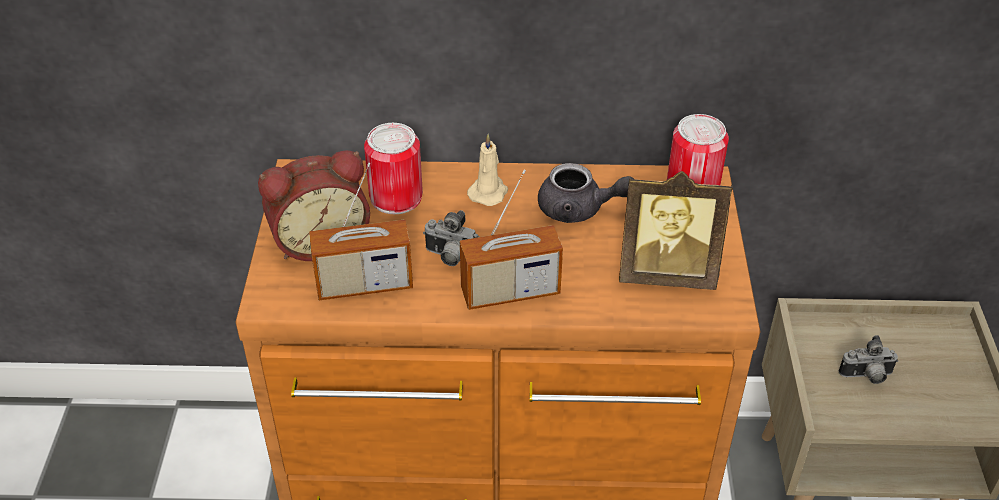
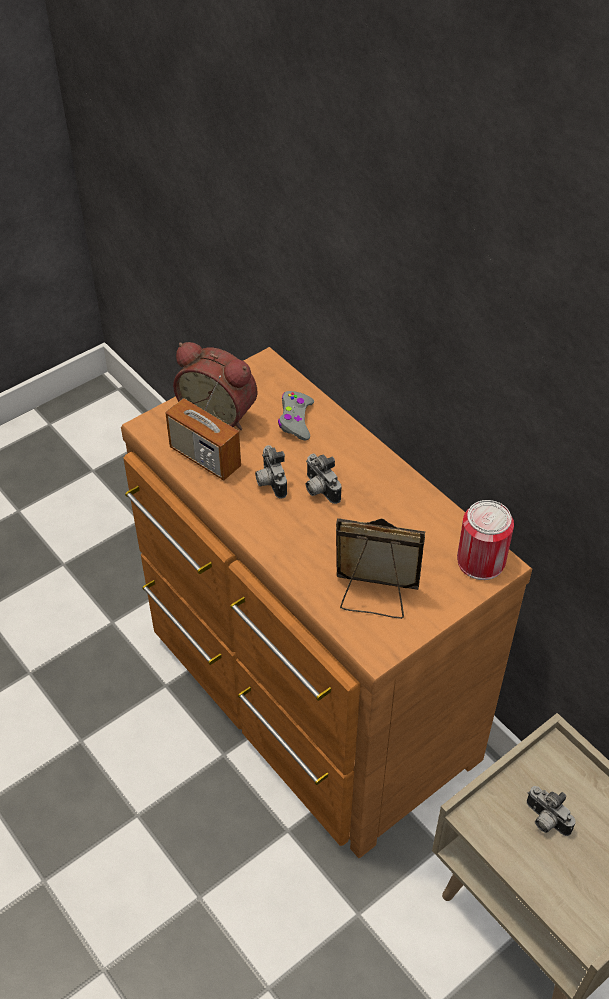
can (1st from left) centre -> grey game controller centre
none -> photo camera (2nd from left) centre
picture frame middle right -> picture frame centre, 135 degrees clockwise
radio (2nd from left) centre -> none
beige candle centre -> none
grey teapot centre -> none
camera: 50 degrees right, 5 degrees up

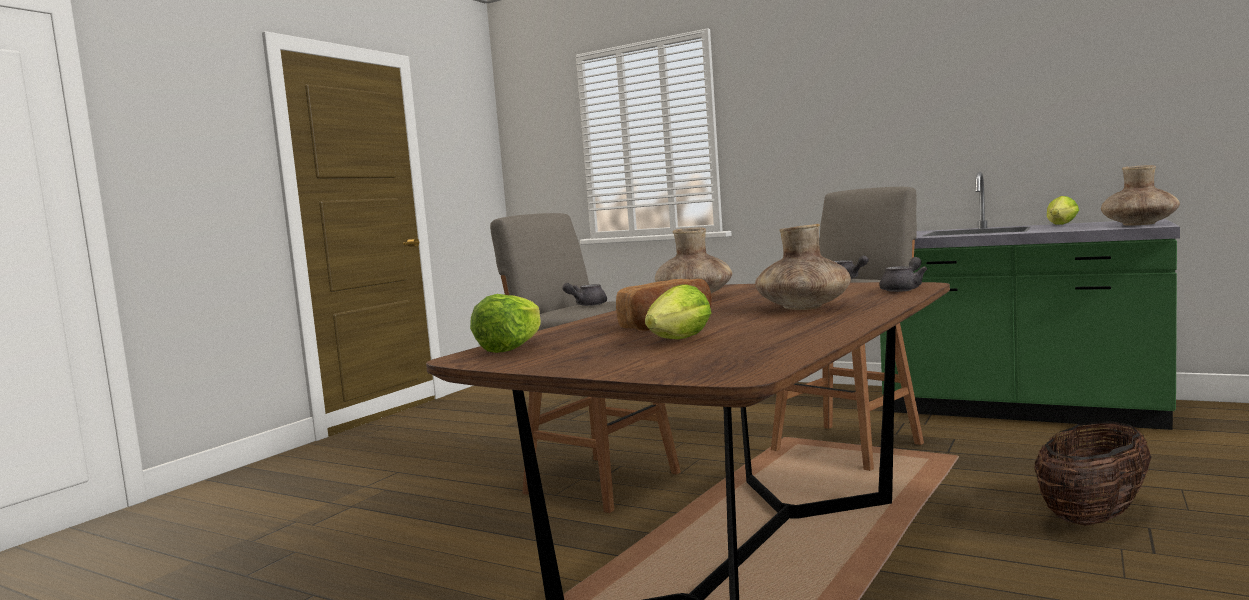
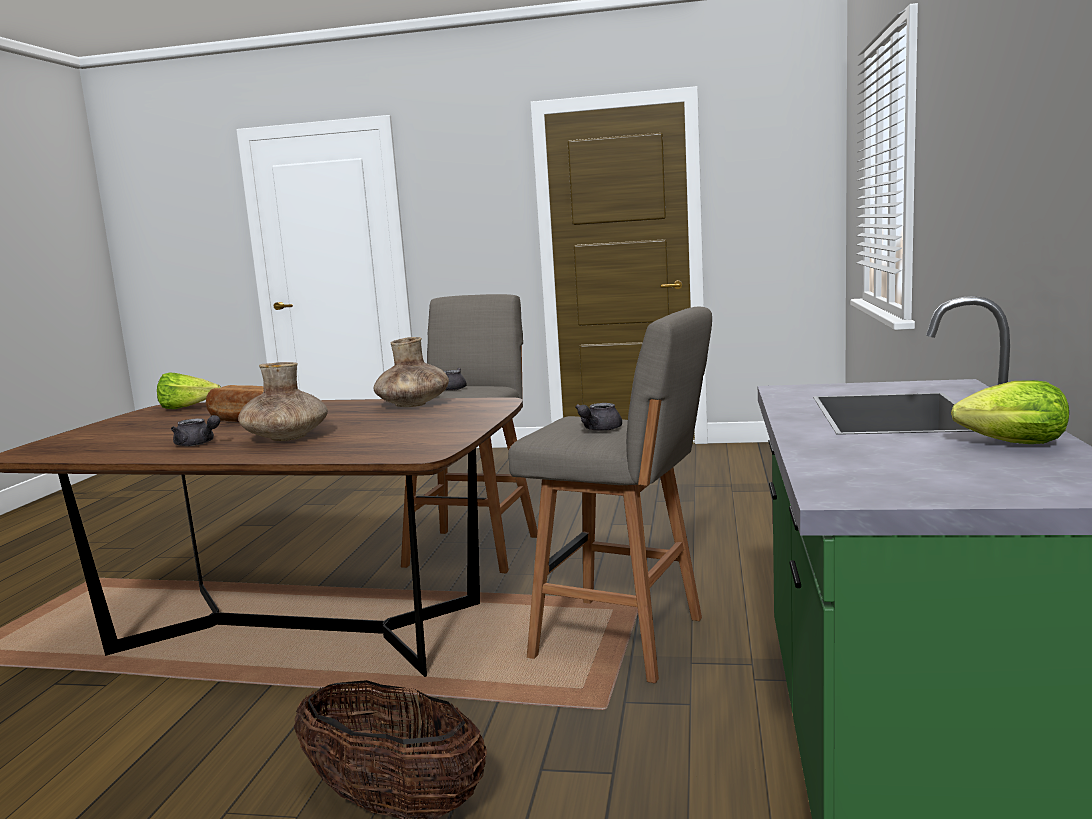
grey teapot (3rd from left in the first image) middle right -> grey teapot (1st from left) middle left, move
lettuce (2nd from left) centre -> none
brown vase (3rd from left) top right -> none
camera: 70 degrees right, 5 degrees up

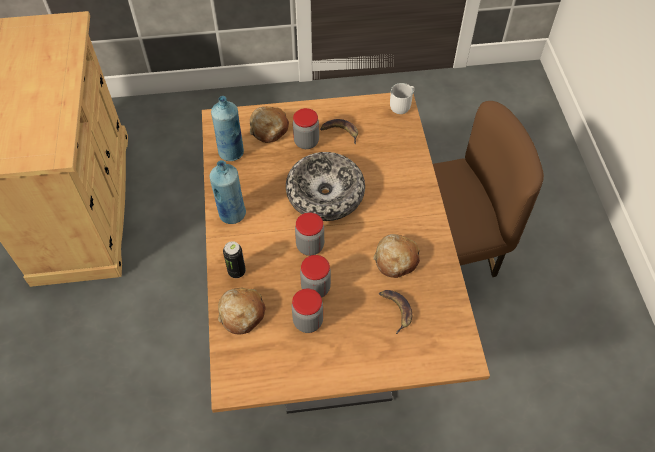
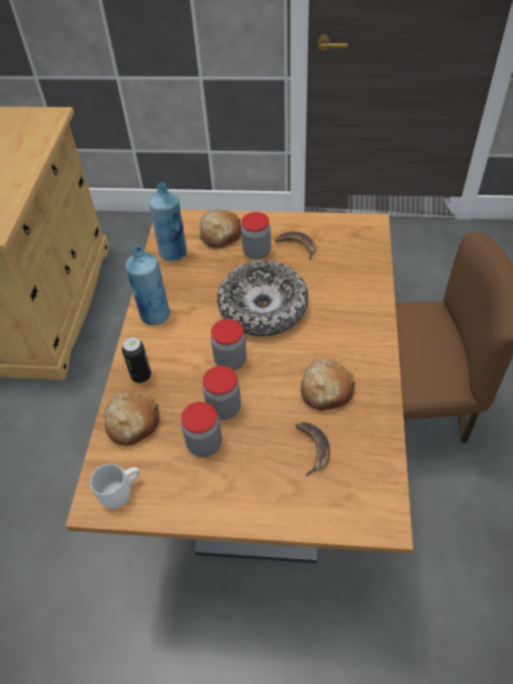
white mug top centre -> white mug bottom left, move
camera: 15 degrees right, 5 degrees down

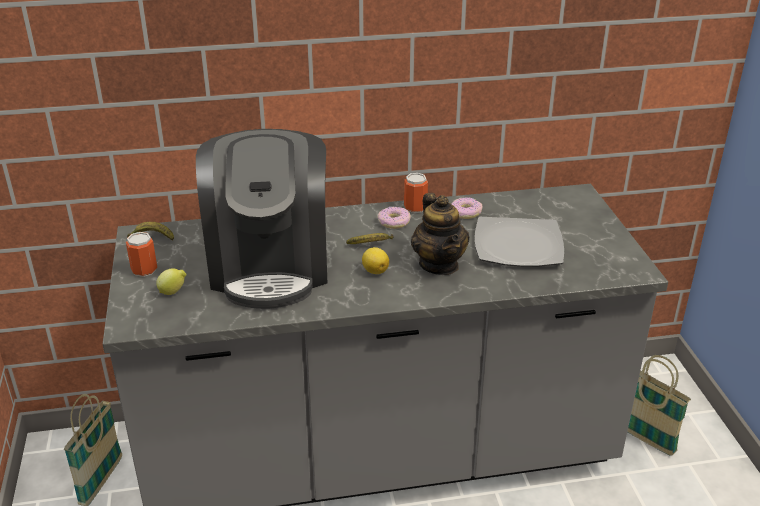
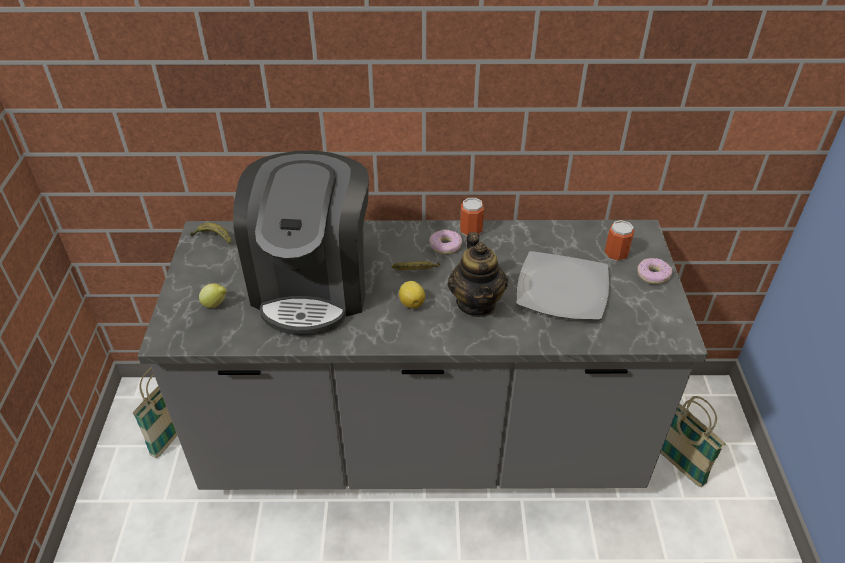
can (1st from left in the first image) middle left -> can (2nd from left) middle right, move
donut (2nd from left) centre -> donut (2nd from left) middle right, move
camera: 10 degrees right, 10 degrees up

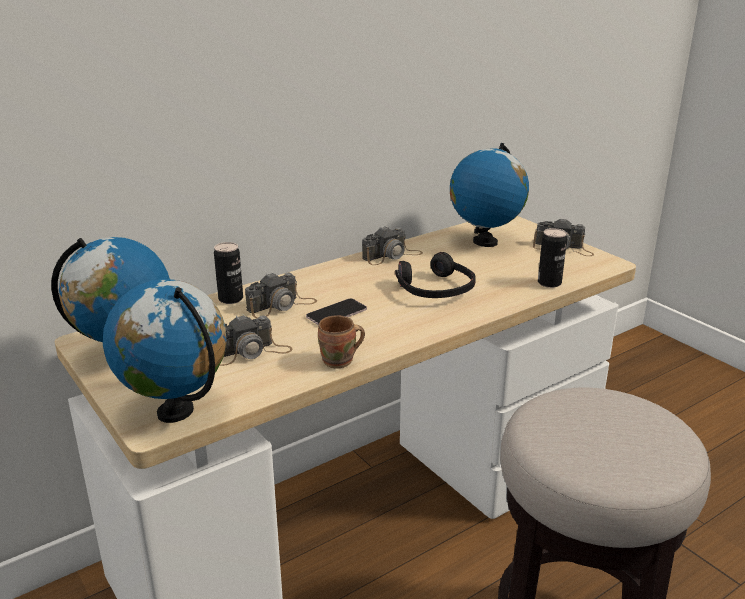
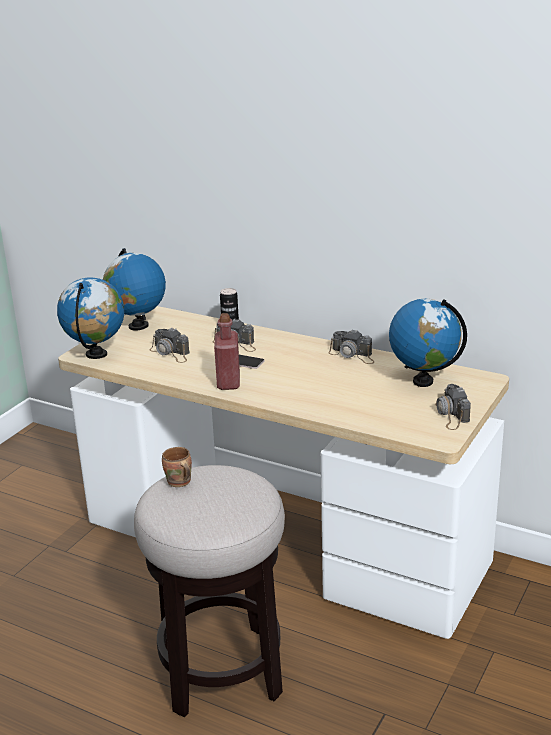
brown mug centre -> brown mug middle left, move
none -> red bottle centre
black headphones centre -> none
can (2nd from left) middle right -> none
camera: 65 degrees right, 0 degrees up

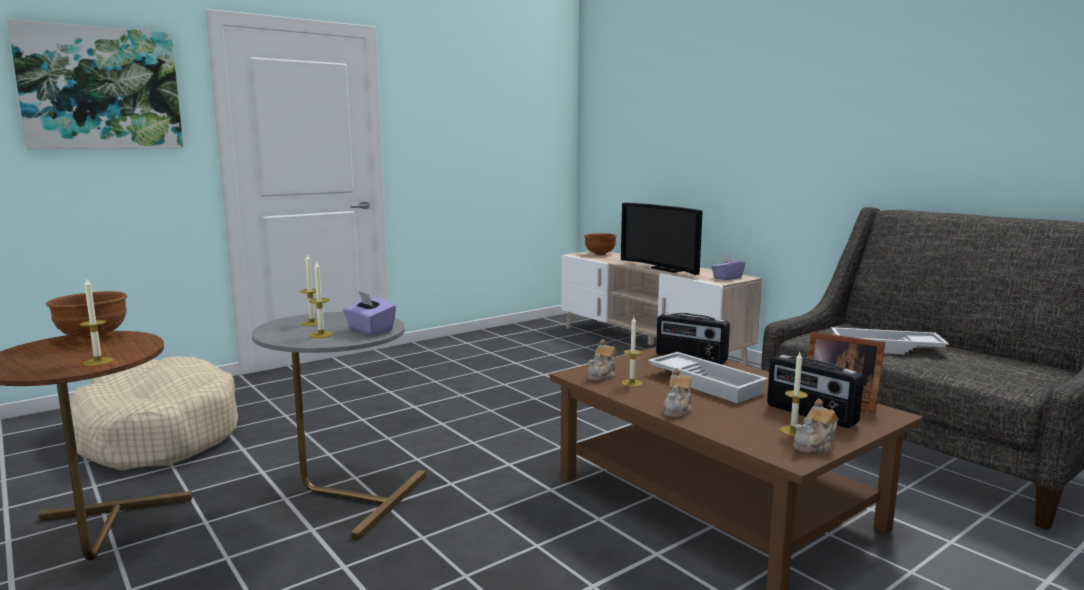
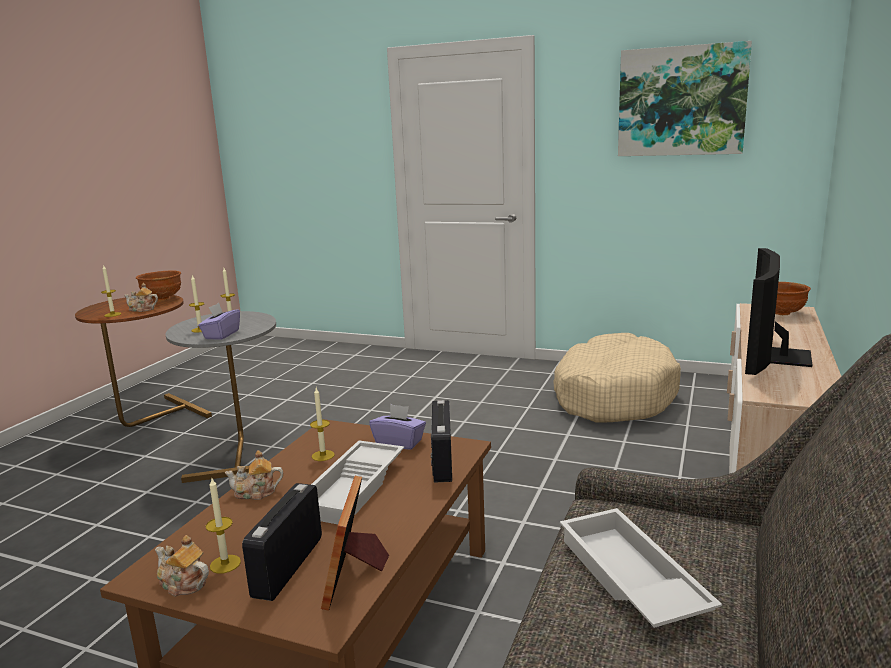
teapot (1st from left) centre -> teapot (1st from left) middle left, move
purple tissue box (2nd from left) middle right -> purple tissue box (2nd from left) centre, move
beige dog bed bottom left -> beige dog bed middle right, move
picture top left -> picture top right, move
camera: 60 degrees right, 5 degrees up

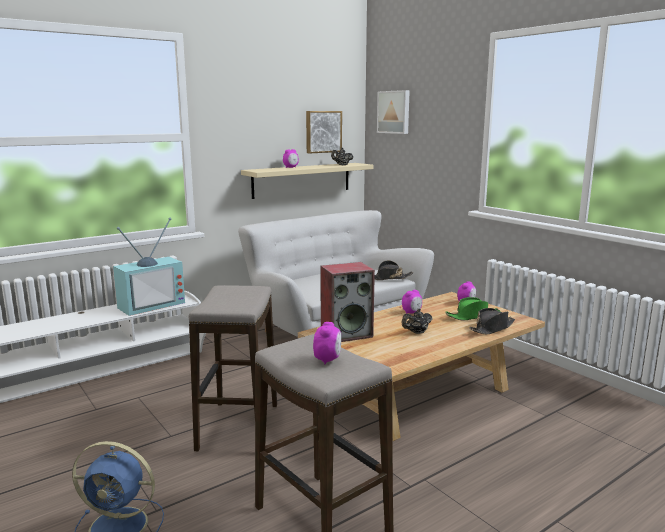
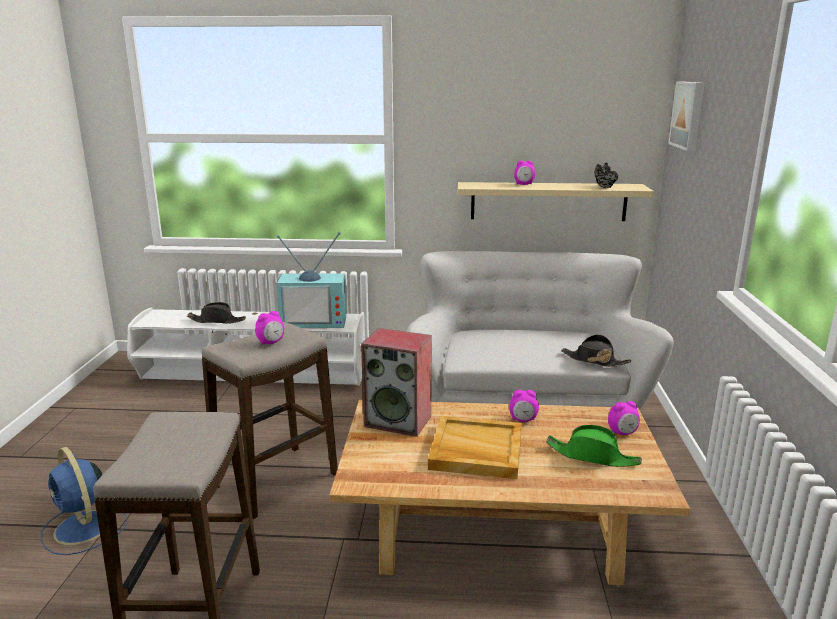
black hat (2nd from left in the first image) middle right -> black hat (1st from left) middle left, move
alarm clock (2nd from left in the first image) centre -> alarm clock (1st from left) middle left, move
black teapot (2nd from left) centre -> beige tray bottom centre
picture (1st from left) top centre -> none
camera: 40 degrees right, 5 degrees up

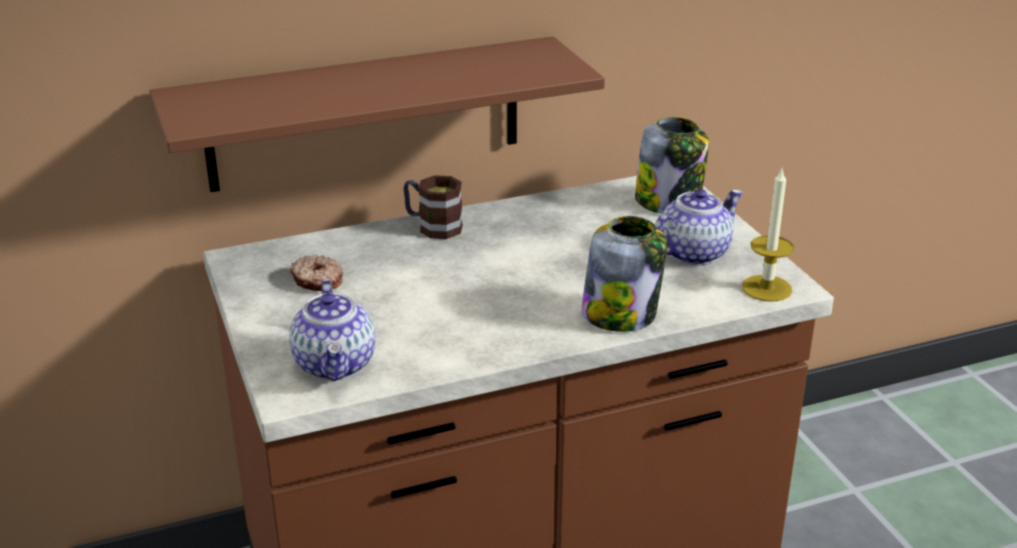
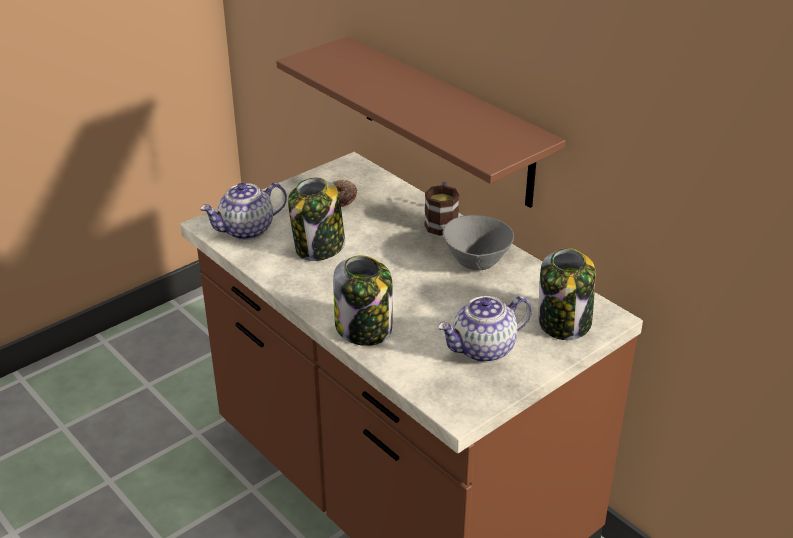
none -> jar (1st from left) centre
teapot (2nd from left) middle right -> teapot (2nd from left) centre, 120 degrees clockwise
none -> grey bowl centre
candle middle right -> none
camera: 70 degrees right, 5 degrees up

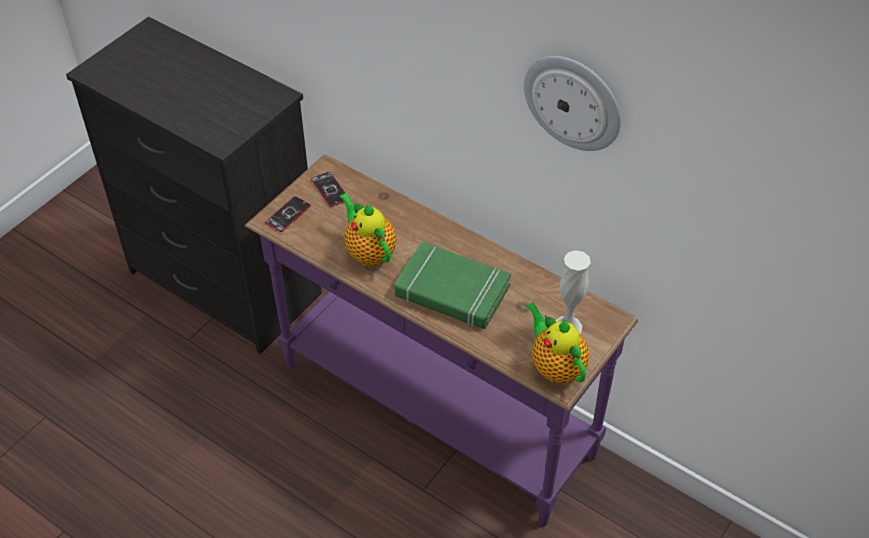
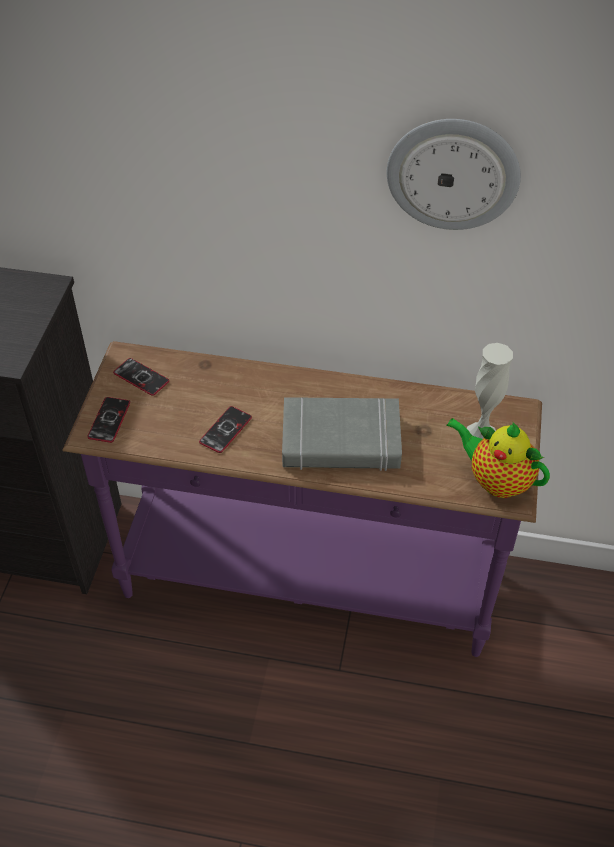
teapot (1st from left) centre -> phone (3rd from left) centre
green book centre -> grey book centre
camera: 25 degrees left, 0 degrees up

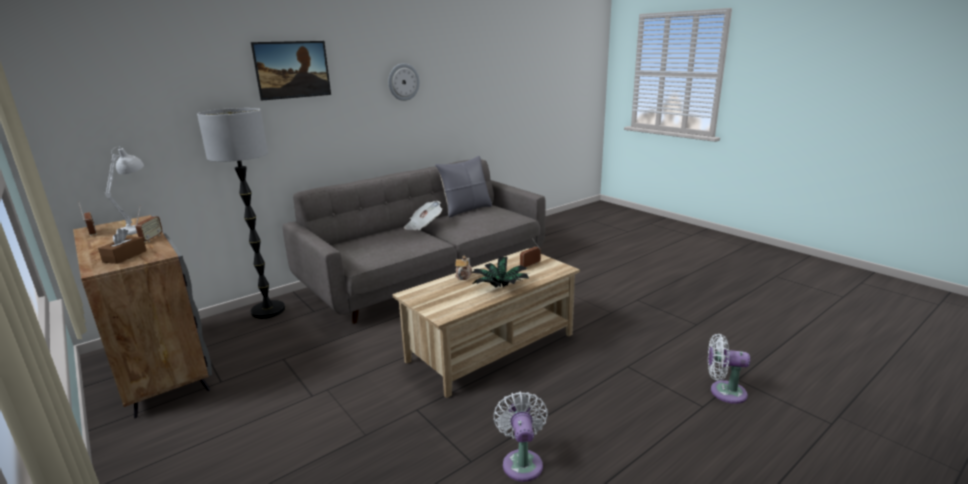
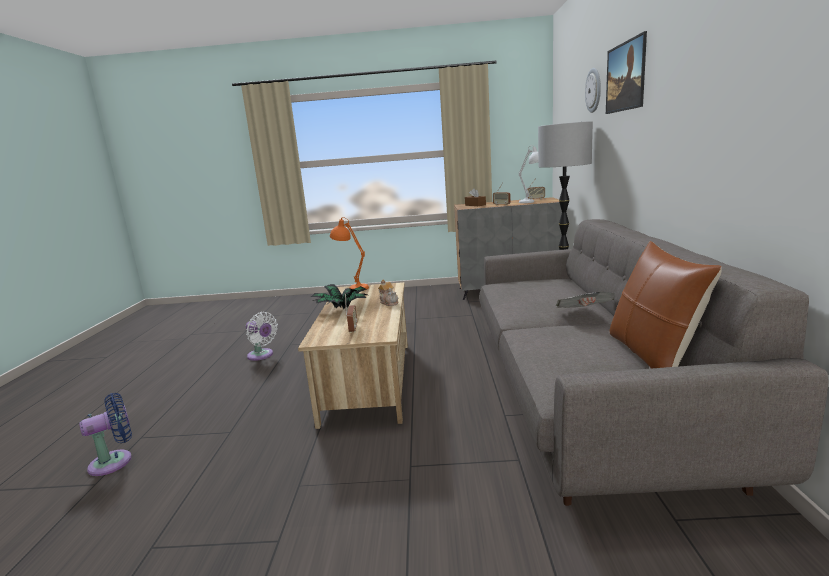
white fan (2nd from left) bottom right -> blue fan bottom left
none -> orange table lamp centre
wall clock top centre -> wall clock top right, move
grey pillow centre -> brown pillow middle right
camera: 130 degrees right, 5 degrees down

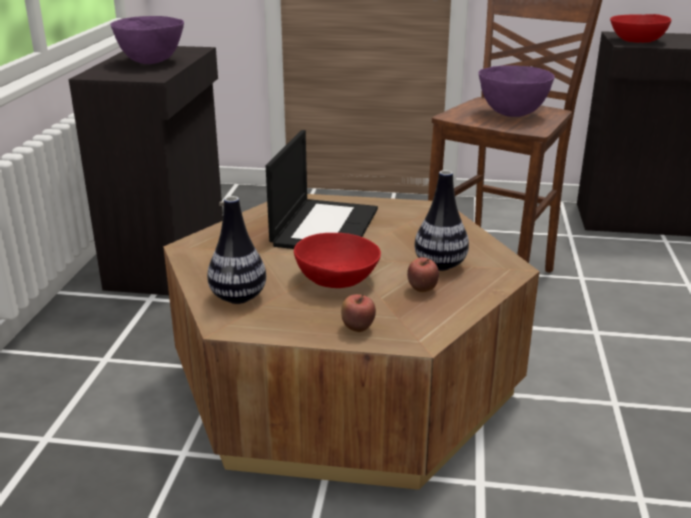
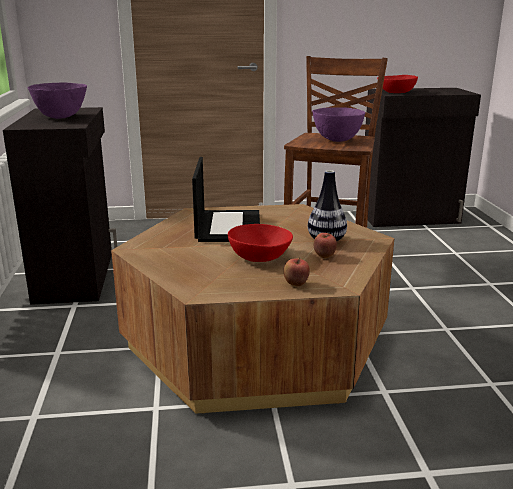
vase (1st from left) centre -> none
camera: 15 degrees left, 5 degrees down

